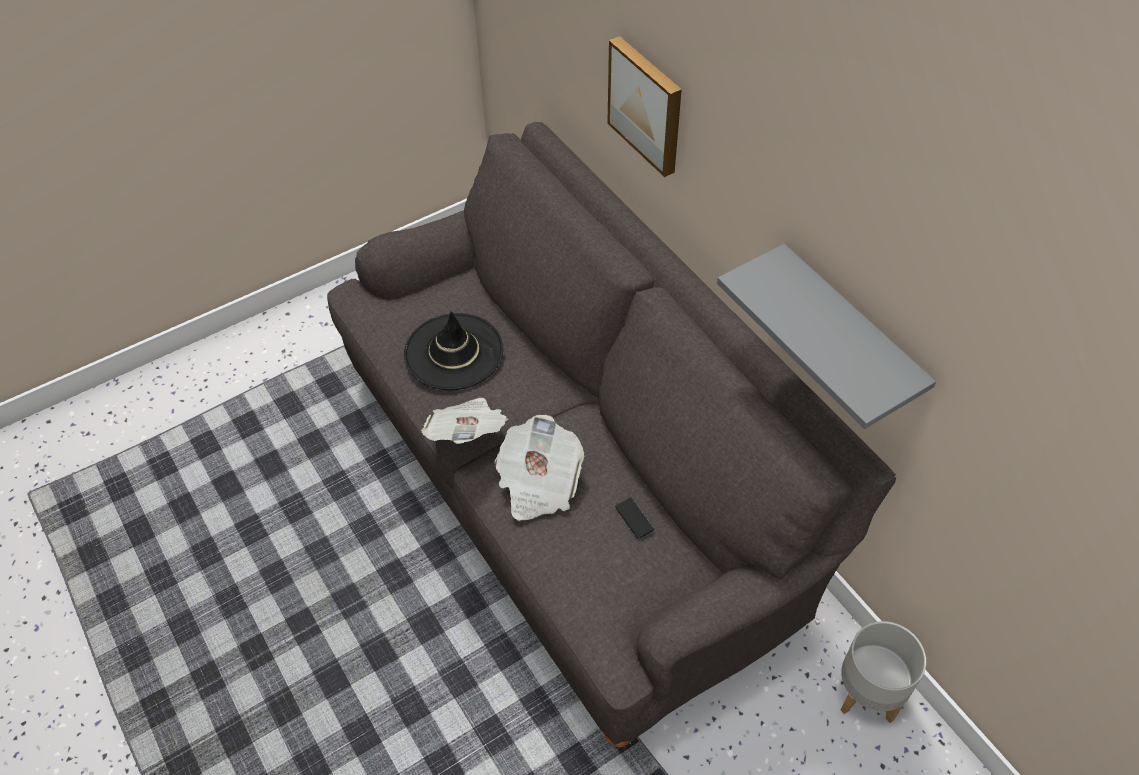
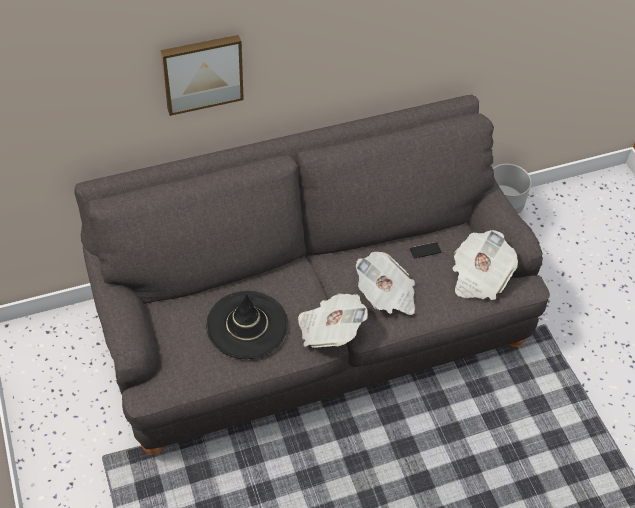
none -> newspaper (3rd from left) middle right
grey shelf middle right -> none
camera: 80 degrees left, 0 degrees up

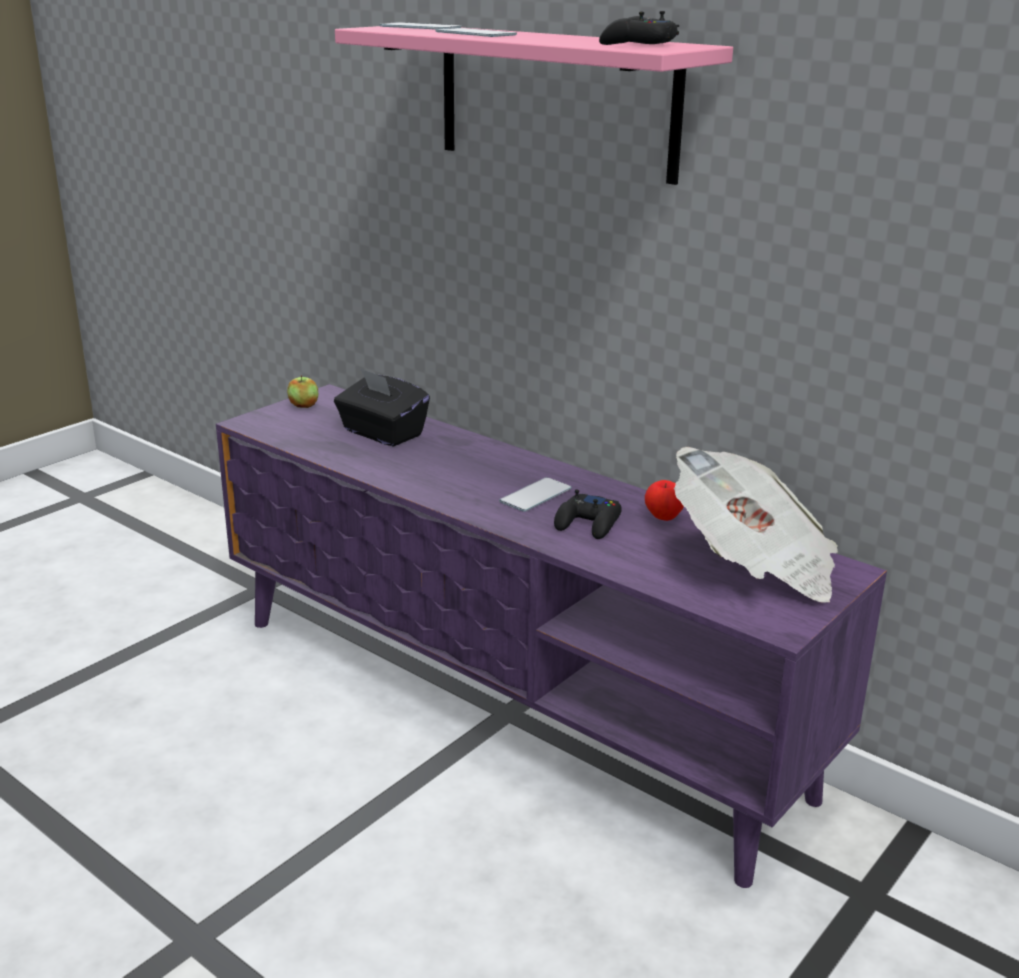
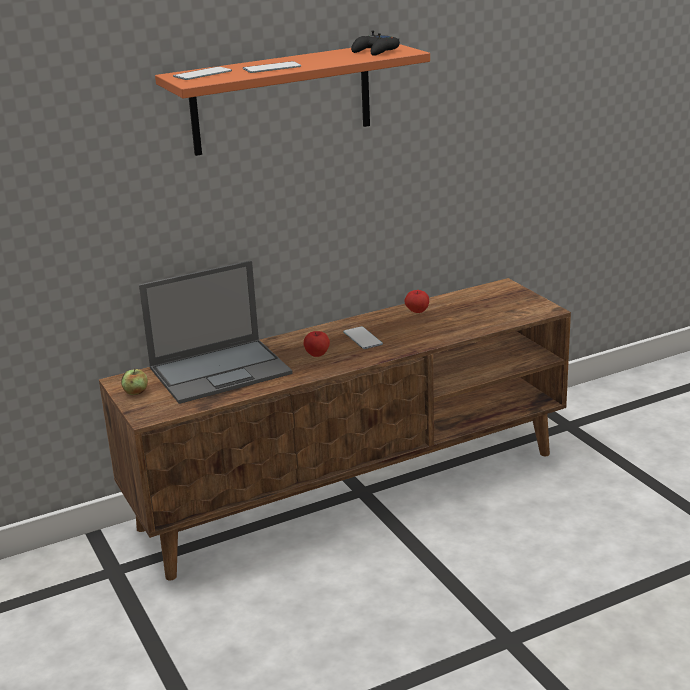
purple tv stand centre -> brown tv stand centre
black tissue box centre -> laptop middle left
pink shelf top centre -> orange shelf top centre
none -> apple (2nd from left) centre
black game controller (1st from left) centre -> none
newspaper middle right -> none
camera: 65 degrees left, 0 degrees up

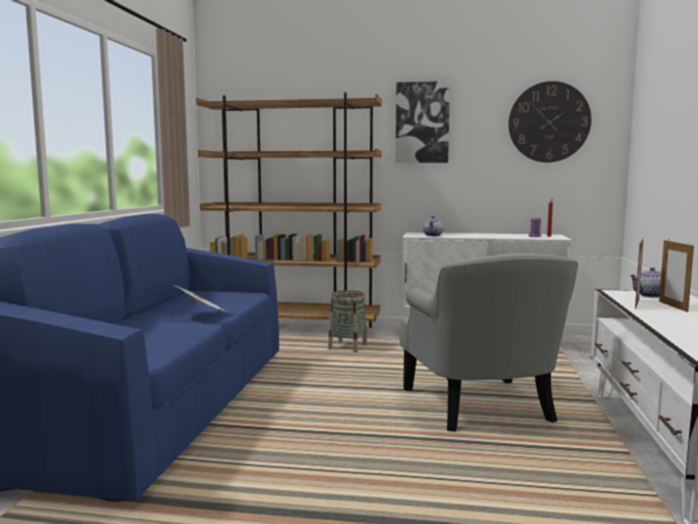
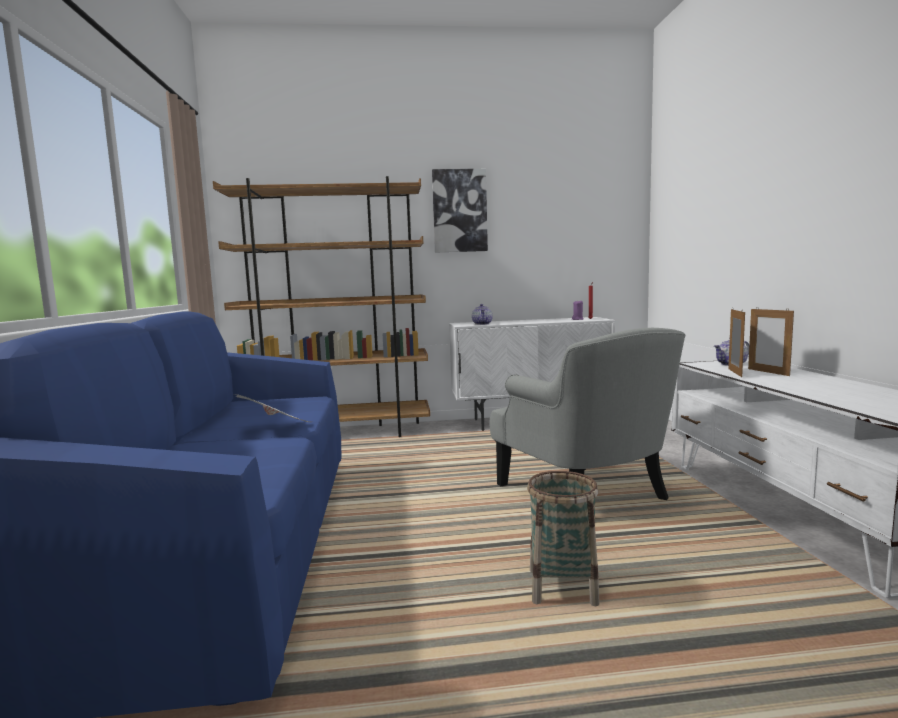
basket centre -> basket bottom centre, move
wall clock top right -> none
camera: 15 degrees left, 0 degrees up

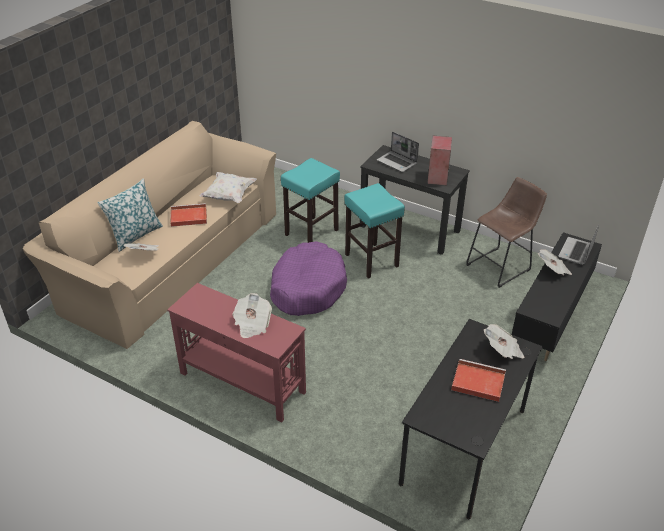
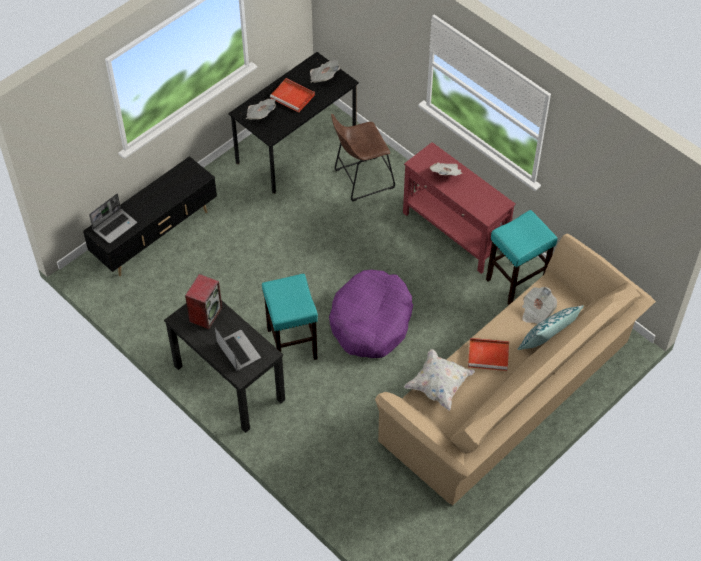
newspaper (4th from left in the first image) middle right -> newspaper (2nd from left) top centre, move
brown stool middle right -> brown stool top centre, move
turquoise stool (1st from left in the first image) centre -> turquoise stool (2nd from left) middle right, move
camera: 165 degrees left, 15 degrees up

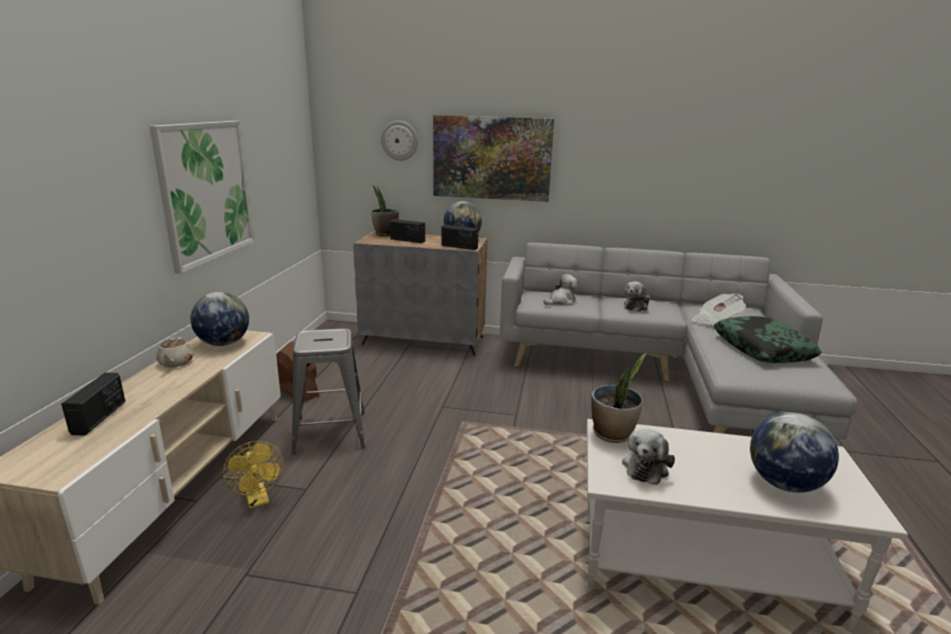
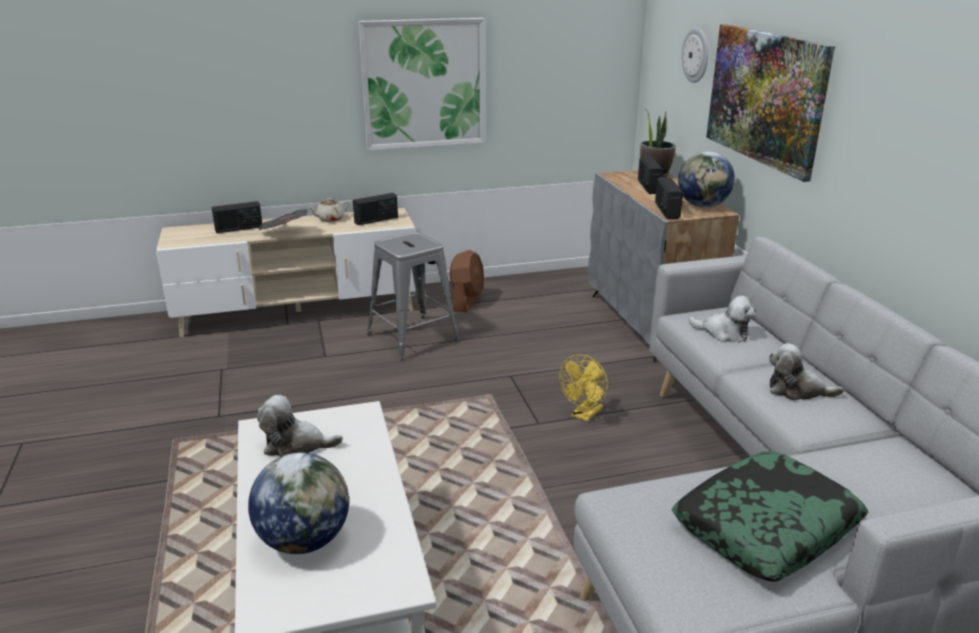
newspaper middle right -> newspaper middle left, move
globe (1st from left) middle left -> radio (2nd from left) top centre
yellow fan bottom left -> yellow fan centre, move
potted plant (2nd from left) centre -> none
camera: 65 degrees right, 5 degrees up

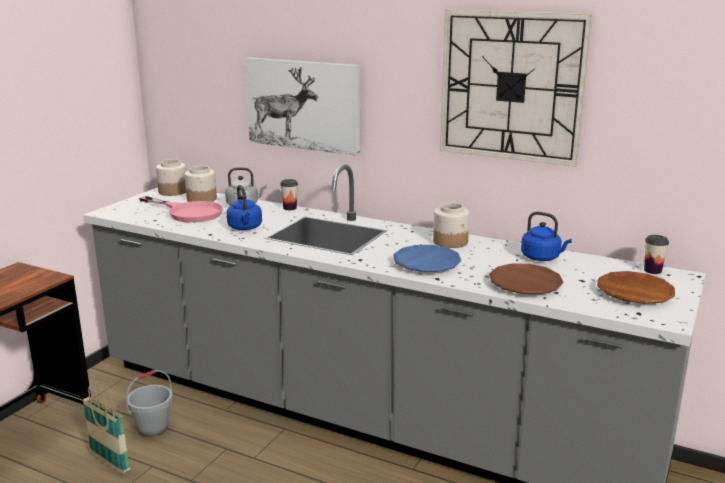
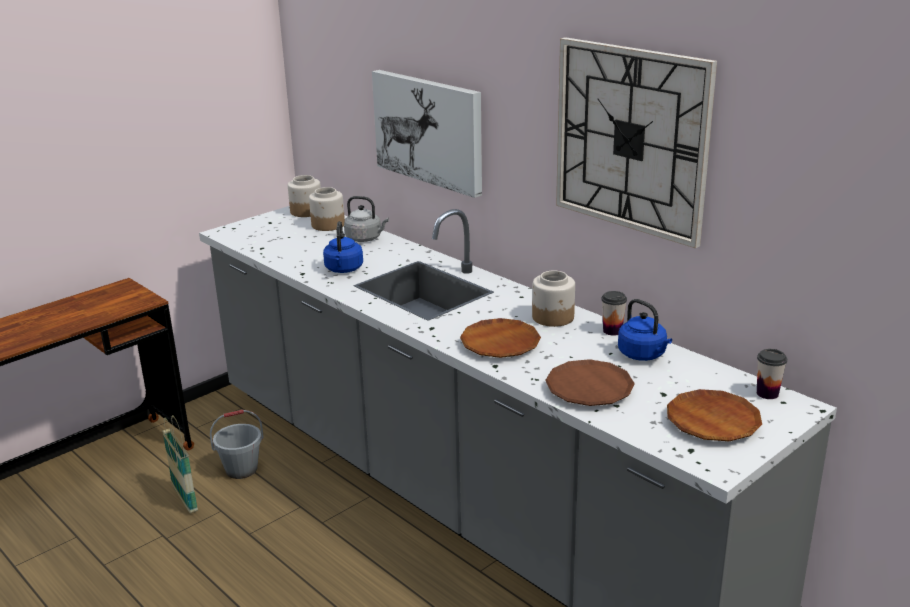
blue plate centre -> brown plate (1st from left) centre
cup (1st from left) centre -> cup (1st from left) middle right, move
pink frying pan middle left -> none
camera: 20 degrees right, 5 degrees up

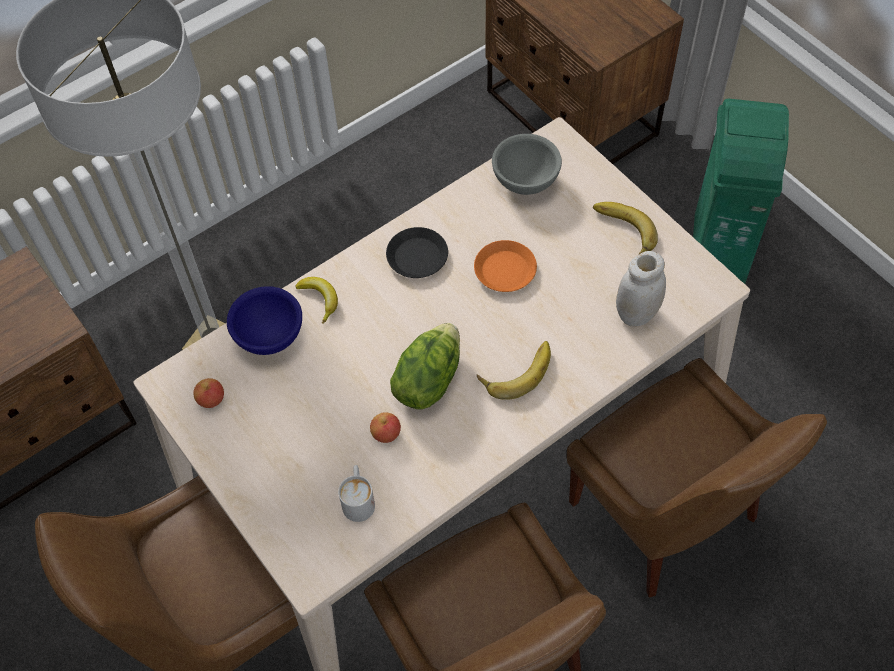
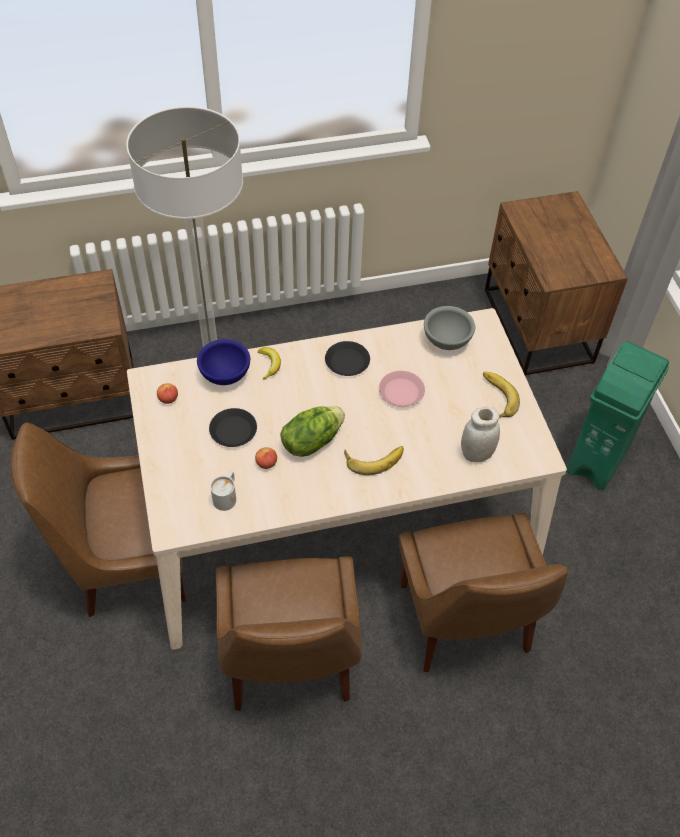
none -> black plate (1st from left) centre
orange plate centre -> pink plate centre
camera: 20 degrees right, 5 degrees down

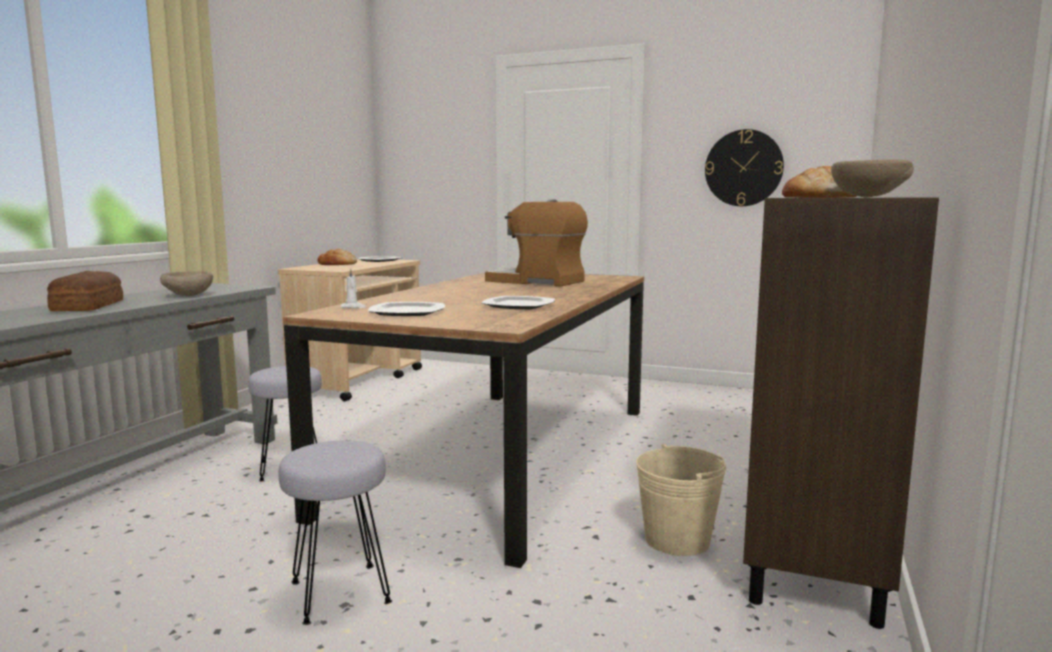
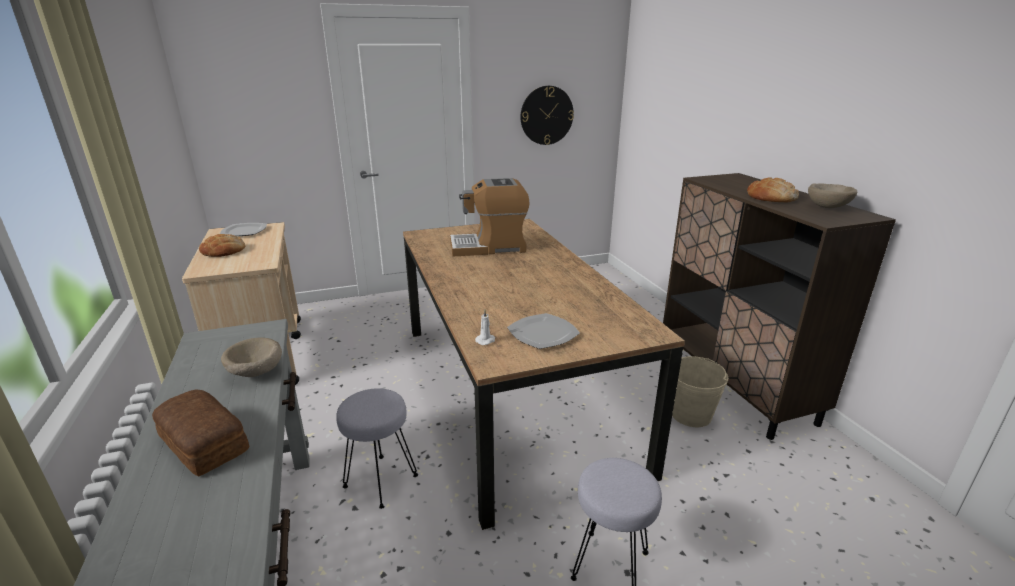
plate (3rd from left) centre -> none
camera: 40 degrees left, 15 degrees up

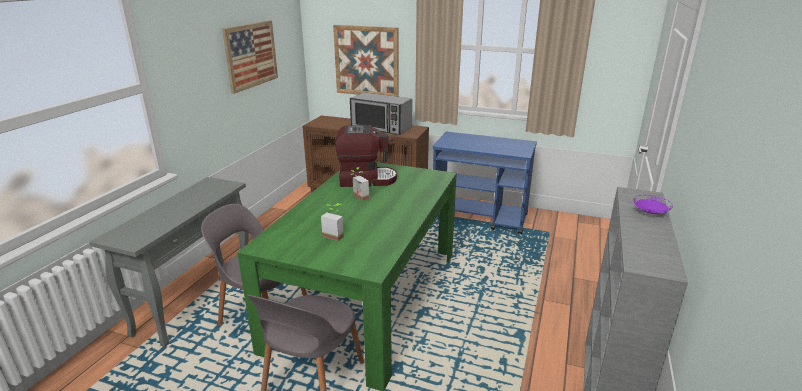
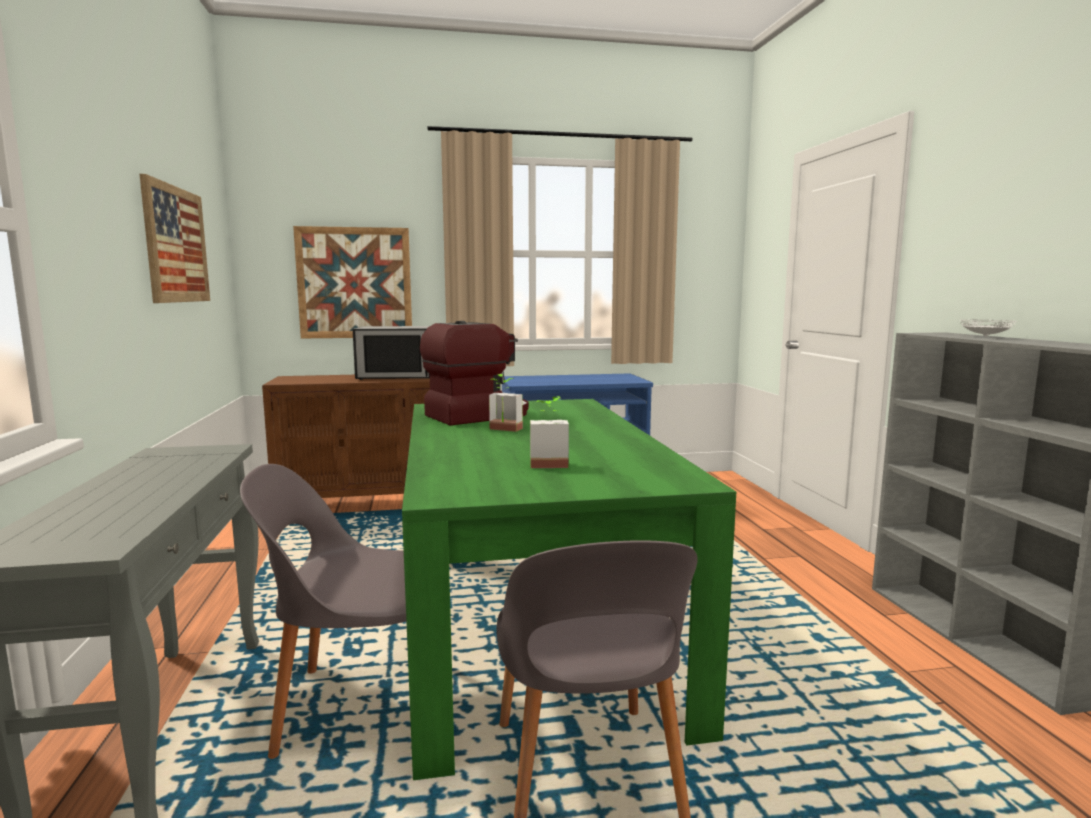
purple plate middle right -> white plate middle right
camera: 30 degrees left, 15 degrees down

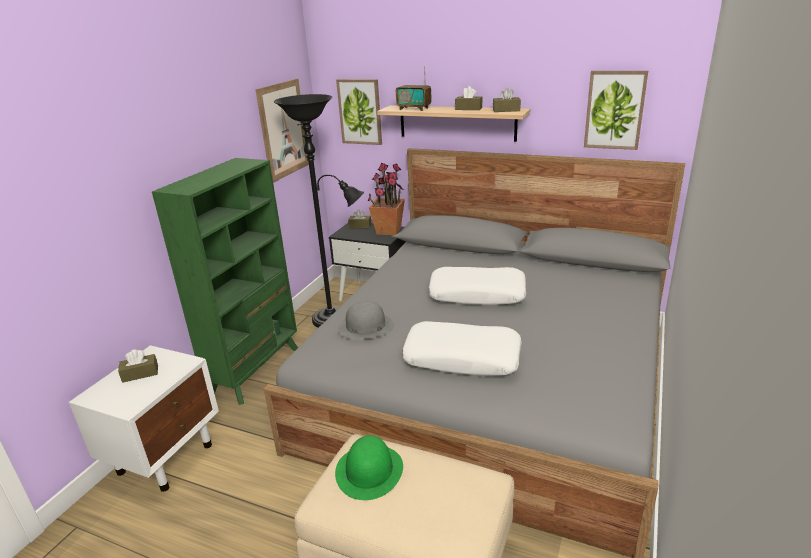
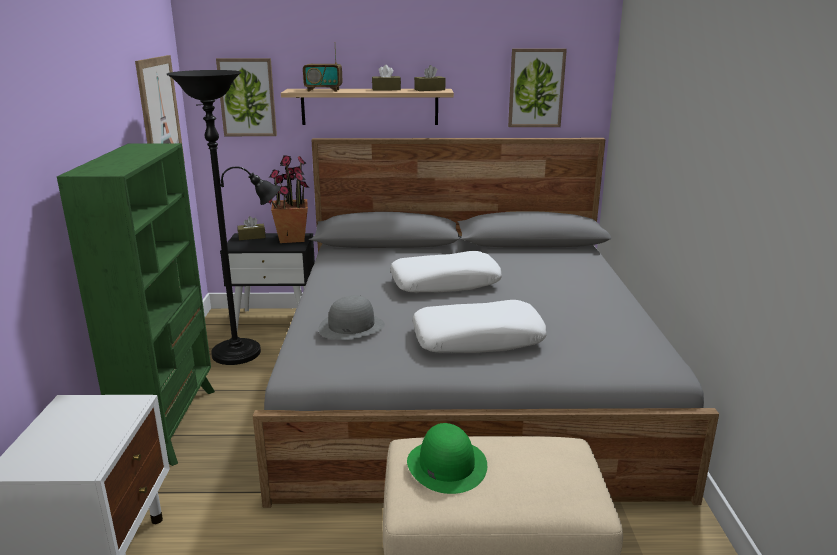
brown tissue box (1st from left) middle left -> none
camera: 25 degrees left, 5 degrees down

